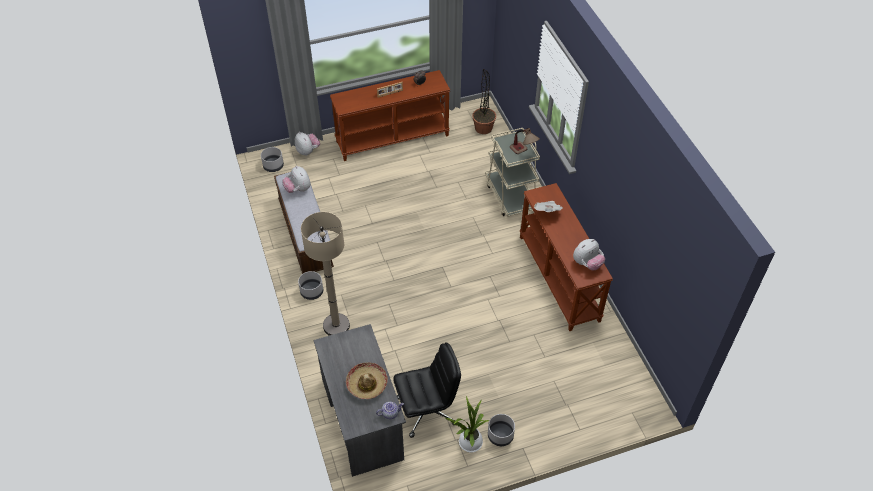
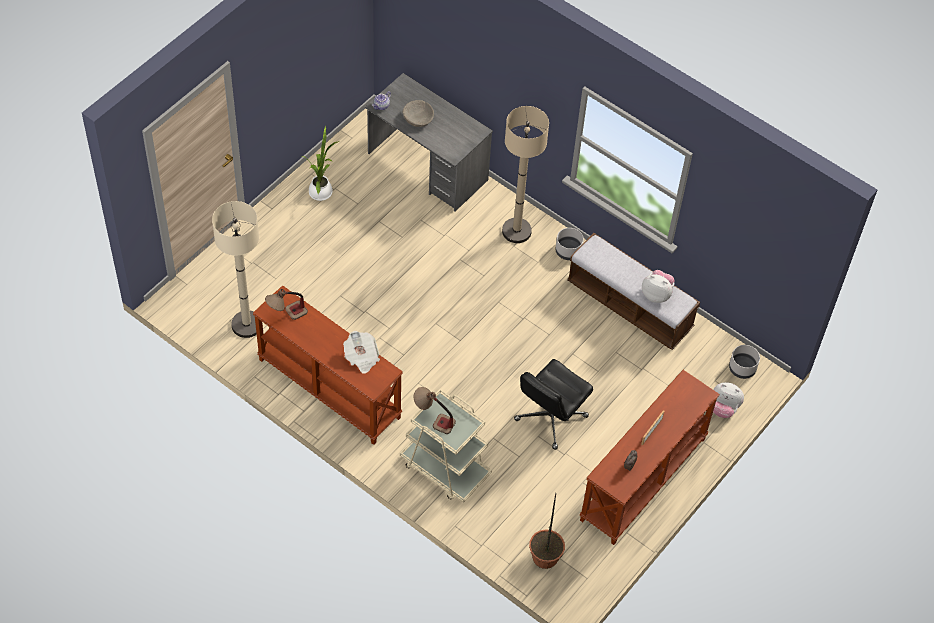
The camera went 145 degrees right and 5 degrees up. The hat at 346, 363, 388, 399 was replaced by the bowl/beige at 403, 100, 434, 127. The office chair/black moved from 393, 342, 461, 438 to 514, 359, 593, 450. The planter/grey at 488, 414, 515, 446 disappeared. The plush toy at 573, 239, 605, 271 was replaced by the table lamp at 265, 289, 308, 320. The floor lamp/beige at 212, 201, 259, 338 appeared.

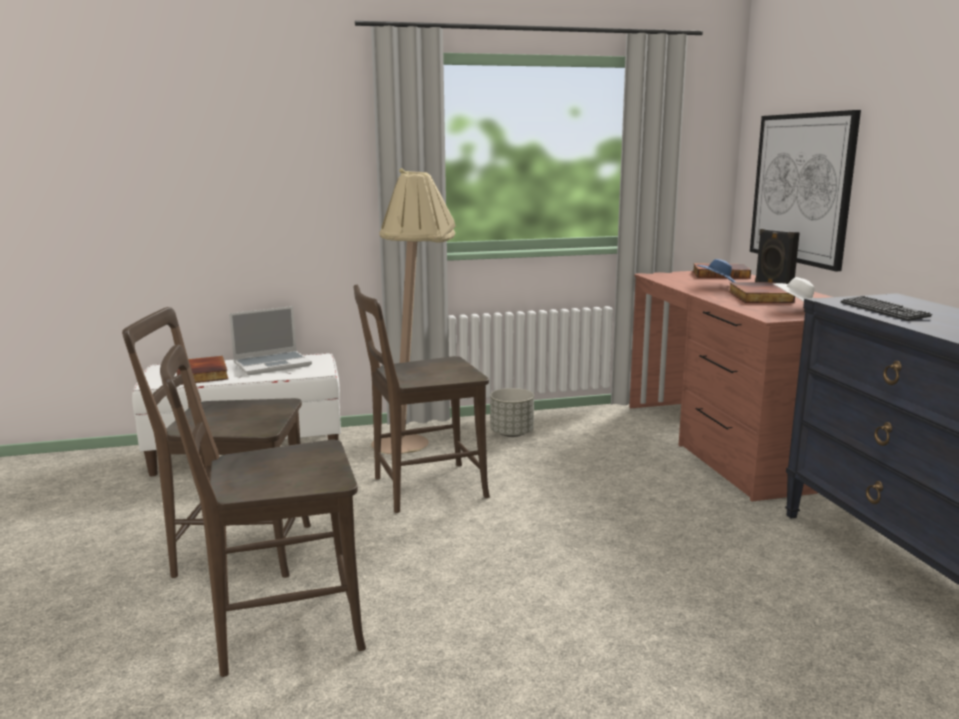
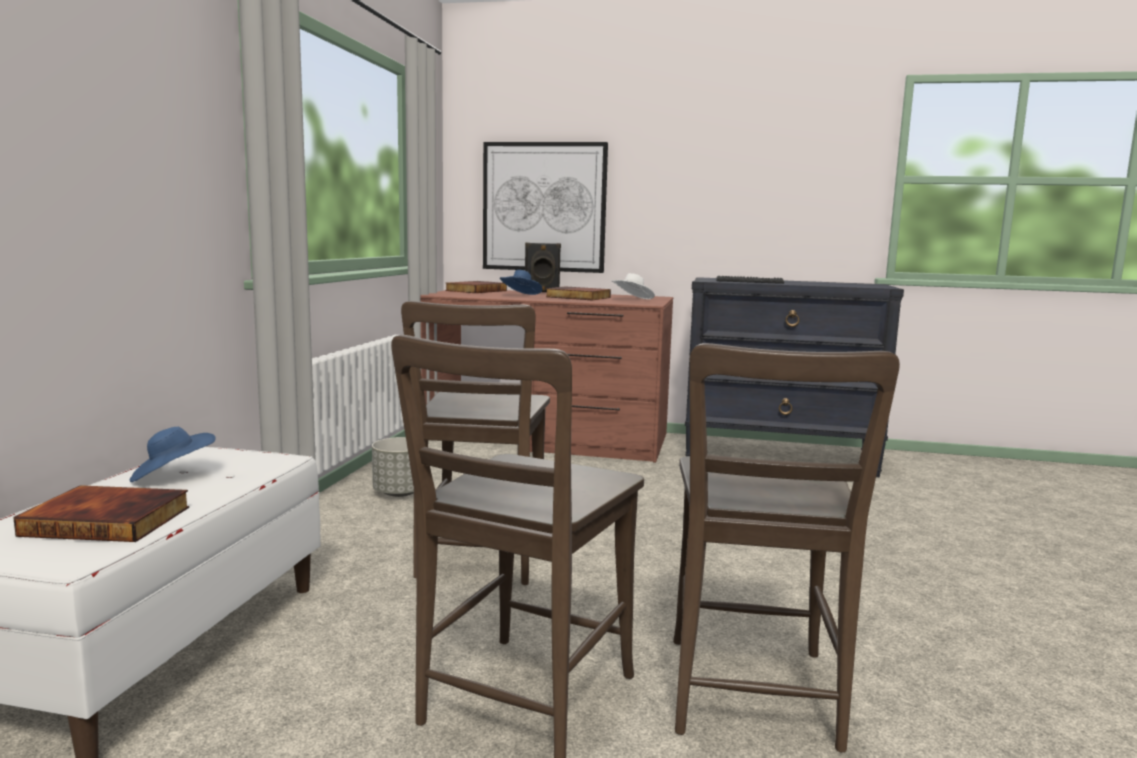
The camera went 65 degrees left and 5 degrees down. The laptop at 229, 306, 312, 375 was replaced by the hat/blue at 130, 427, 216, 482. The floor lamp/beige at 371, 168, 456, 454 disappeared.

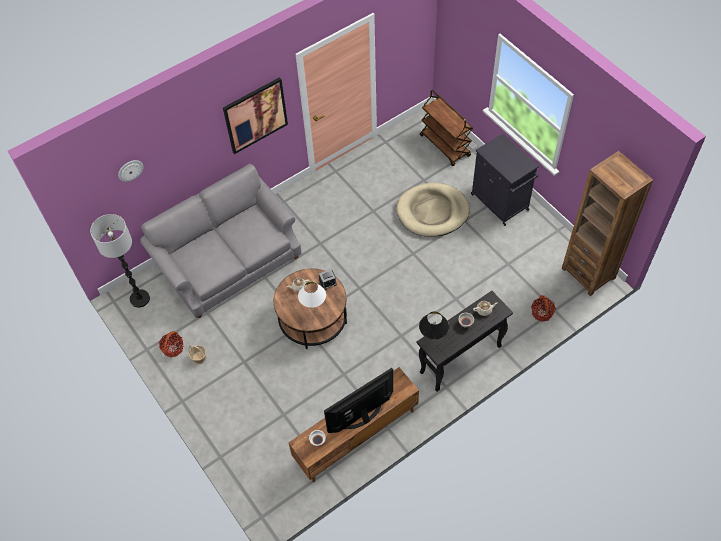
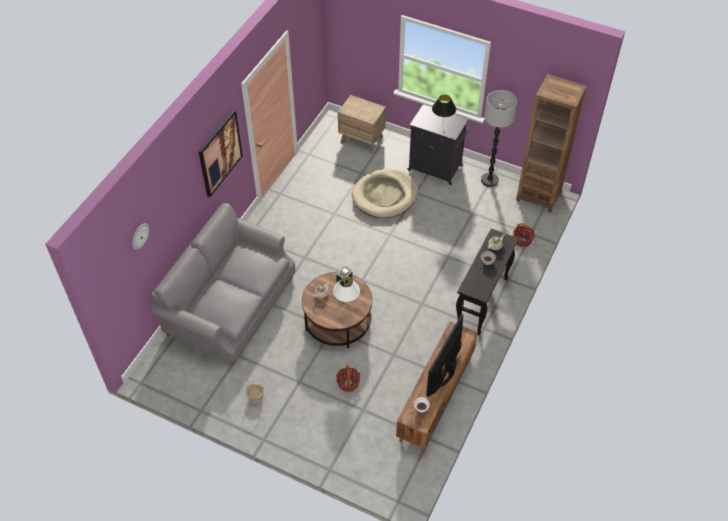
The camera went 30 degrees left and 5 degrees down. The floor lamp moved from 90, 214, 150, 308 to 481, 90, 517, 187. The basket moved from 159, 331, 183, 357 to 336, 365, 360, 392. The table lamp/black moved from 419, 311, 449, 340 to 432, 95, 456, 127. The cart/brown at 420, 90, 473, 166 was replaced by the nightstand/brown at 338, 95, 386, 154.

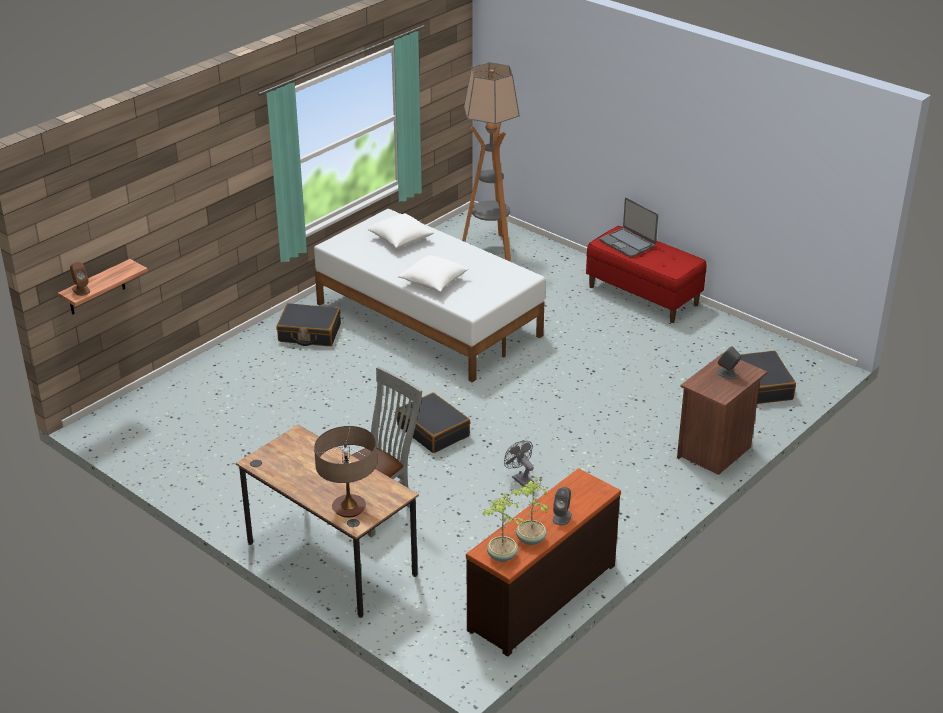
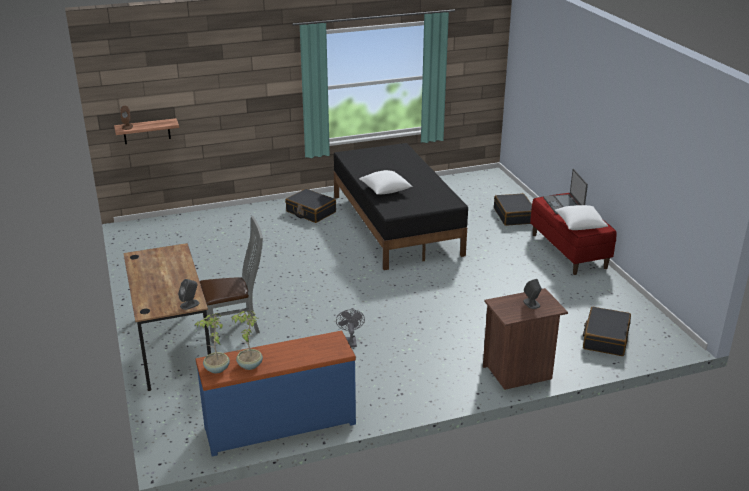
The camera went 30 degrees right and 5 degrees down. The bed/white at 314, 209, 545, 382 became the bed/black at 334, 143, 468, 270. The table lamp at 314, 426, 377, 518 disappeared. The pillow/white moved from 367, 213, 434, 248 to 555, 205, 608, 230. The suitcase/black moved from 397, 392, 470, 453 to 494, 193, 532, 226. The floor lamp at 462, 62, 520, 261 disappeared. The dresser/brown at 466, 468, 621, 657 became the dresser/blue at 196, 331, 356, 457. The speaker/grey moved from 553, 487, 571, 525 to 178, 279, 199, 310.

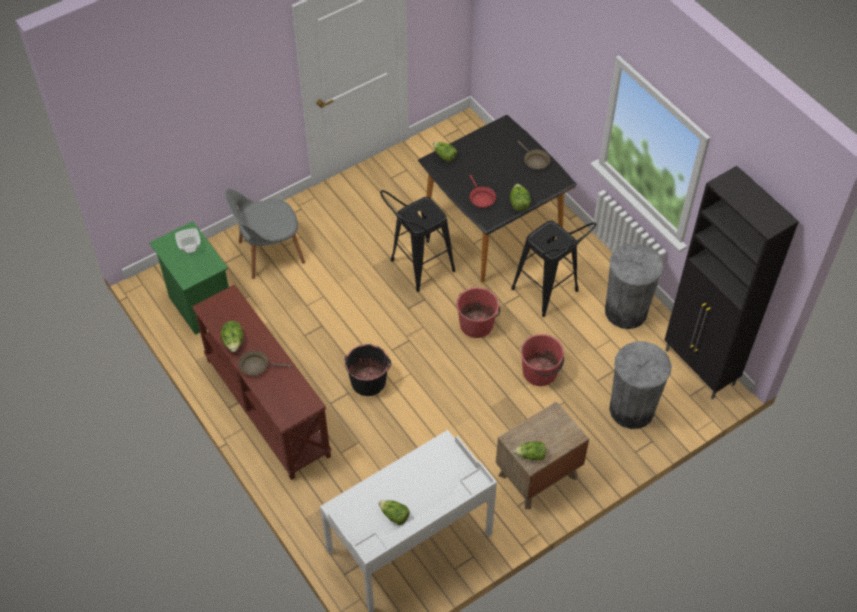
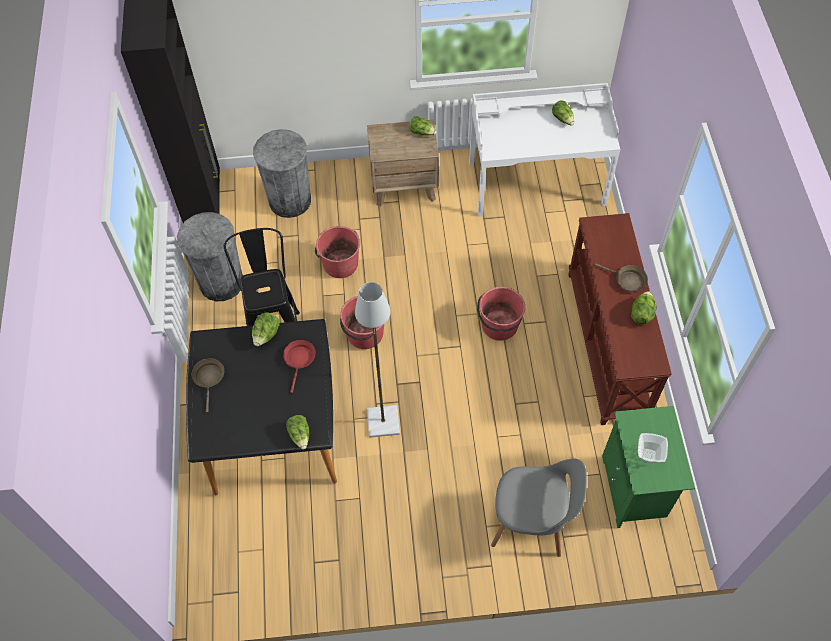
The camera went 150 degrees left and 5 degrees up. The bucket/black at 345, 344, 391, 396 became the bucket/red at 477, 287, 525, 341. The stool/black at 380, 190, 455, 292 was replaced by the floor lamp/grey at 355, 282, 400, 438.

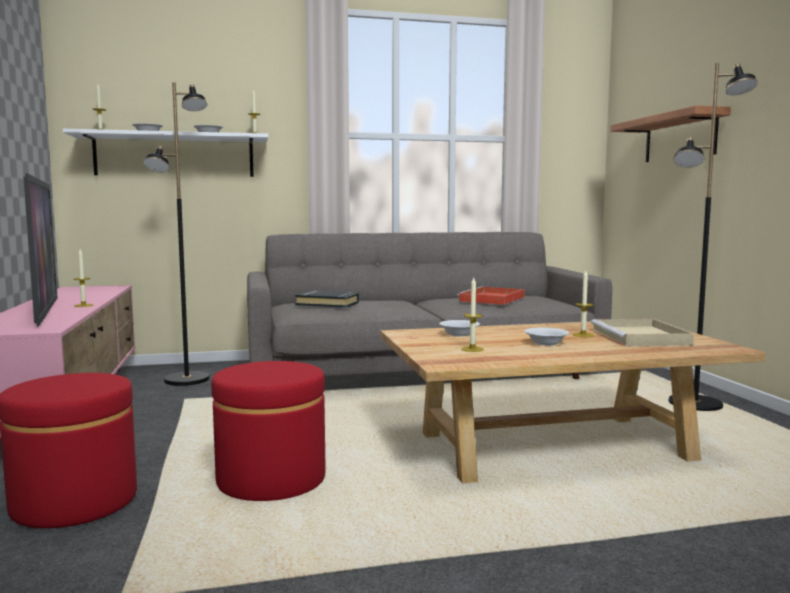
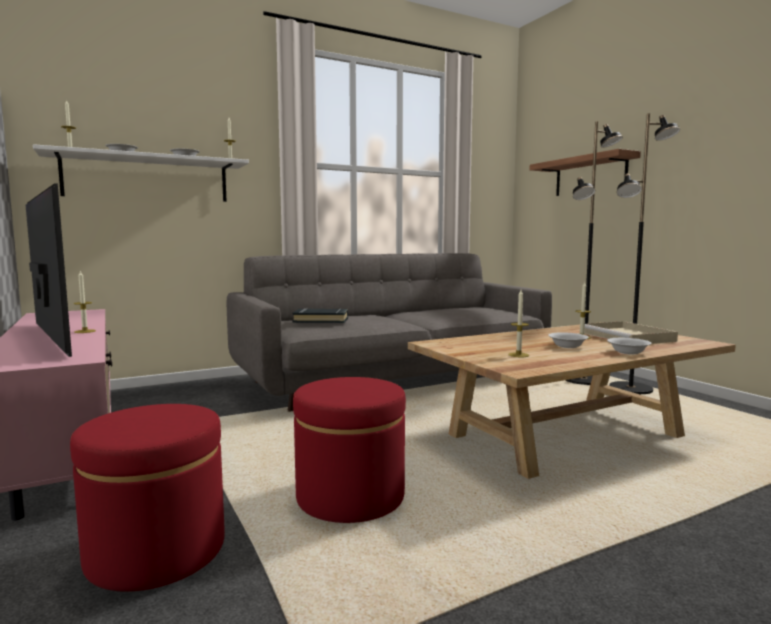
The camera went 15 degrees left and 0 degrees up. The floor lamp/black moved from 143, 82, 210, 386 to 566, 121, 623, 385. The bowl/white moved from 439, 320, 480, 337 to 607, 338, 652, 355. The tray/red at 457, 287, 525, 305 disappeared.

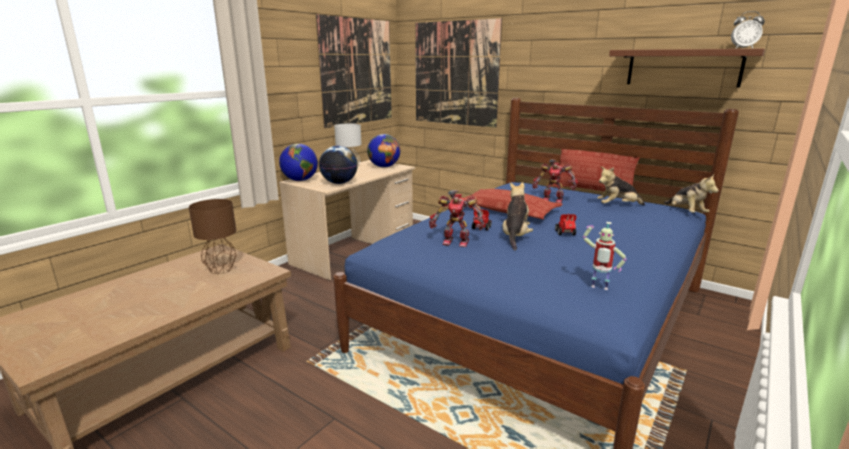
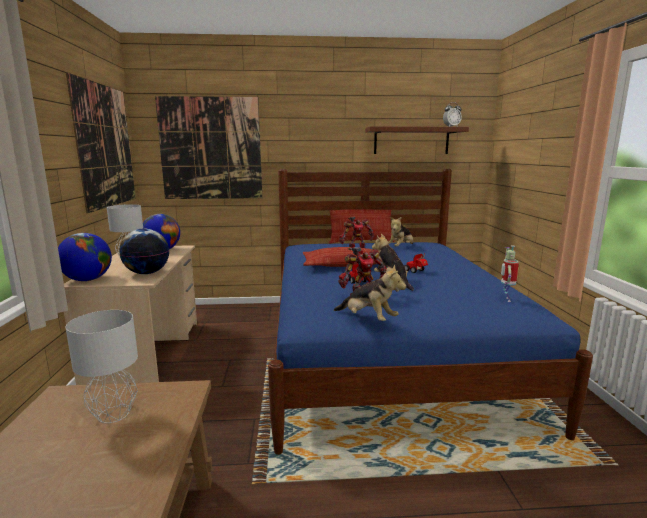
The camera went 40 degrees left and 5 degrees down. The table lamp/brown at 189, 199, 236, 274 became the table lamp/grey at 65, 310, 138, 423. The toy robot at 583, 222, 627, 290 turned 120 degrees clockwise. The plush toy moved from 663, 174, 719, 213 to 334, 264, 406, 321.

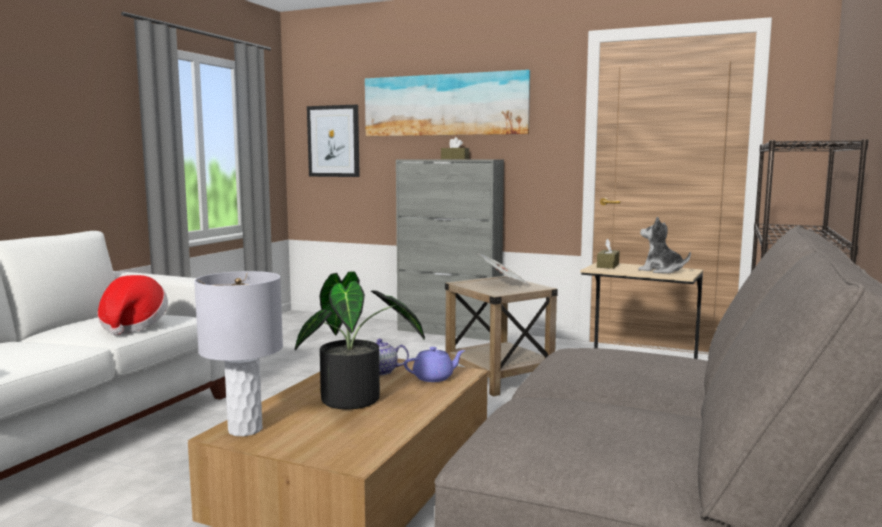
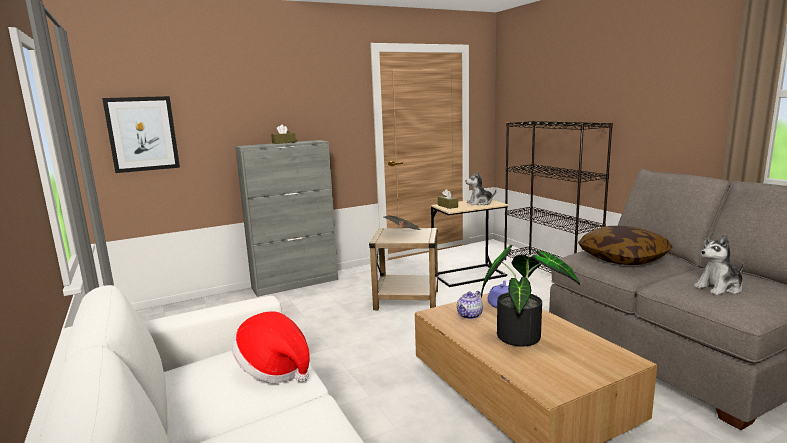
The camera went 50 degrees left and 5 degrees up. The table lamp/grey at 194, 271, 283, 436 disappeared. The picture at 365, 70, 530, 136 disappeared. The pillow at 578, 226, 672, 265 appeared. The plush toy at 694, 235, 744, 295 appeared.

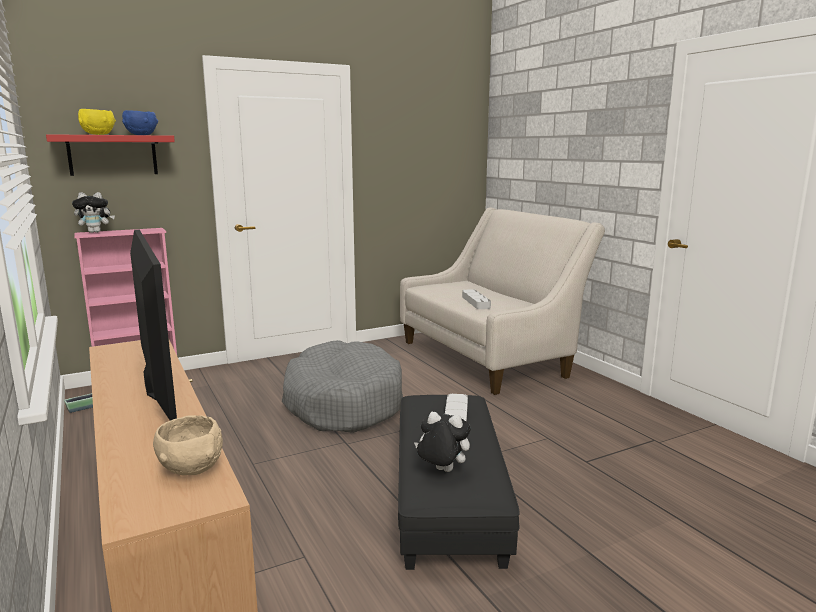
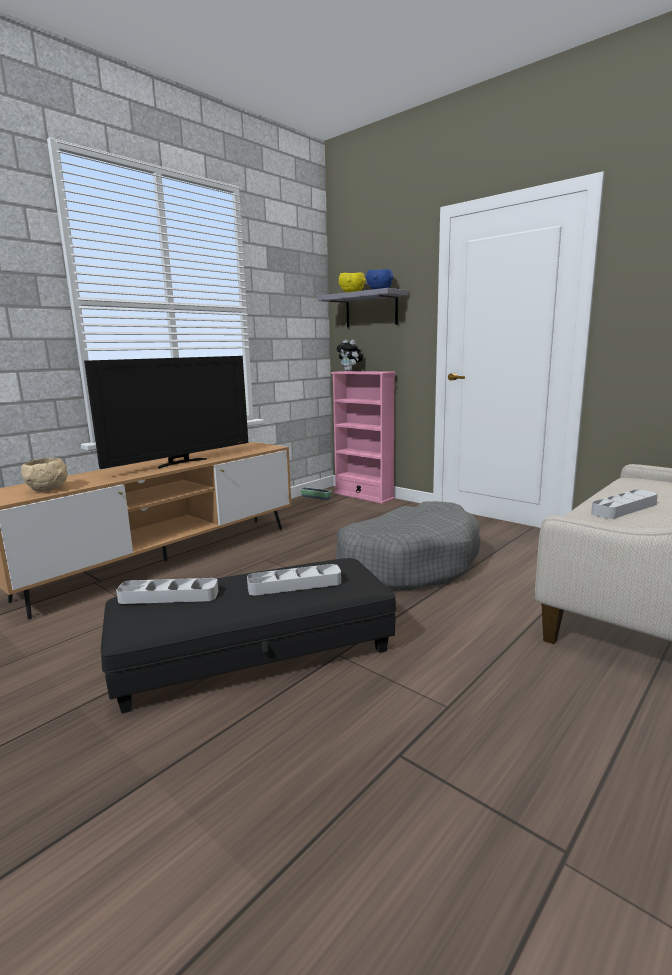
The camera went 70 degrees right and 0 degrees up. The shelf/red at 46, 134, 175, 176 became the shelf/grey at 317, 288, 408, 328. The plush toy at 414, 412, 471, 472 was replaced by the tray/grey at 116, 578, 218, 604.

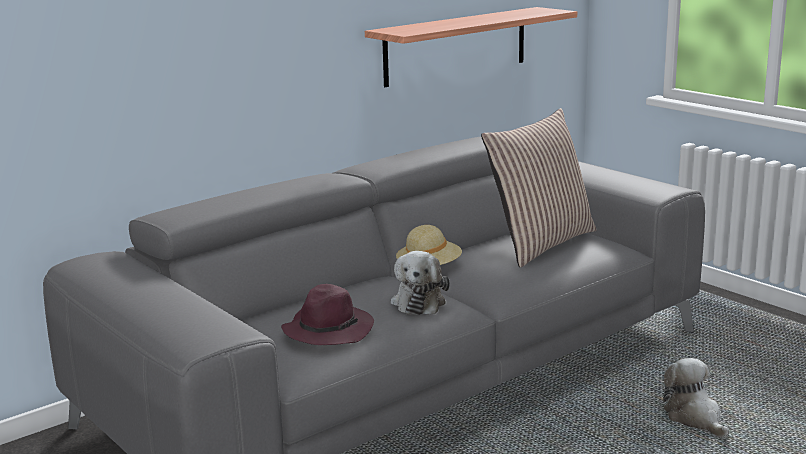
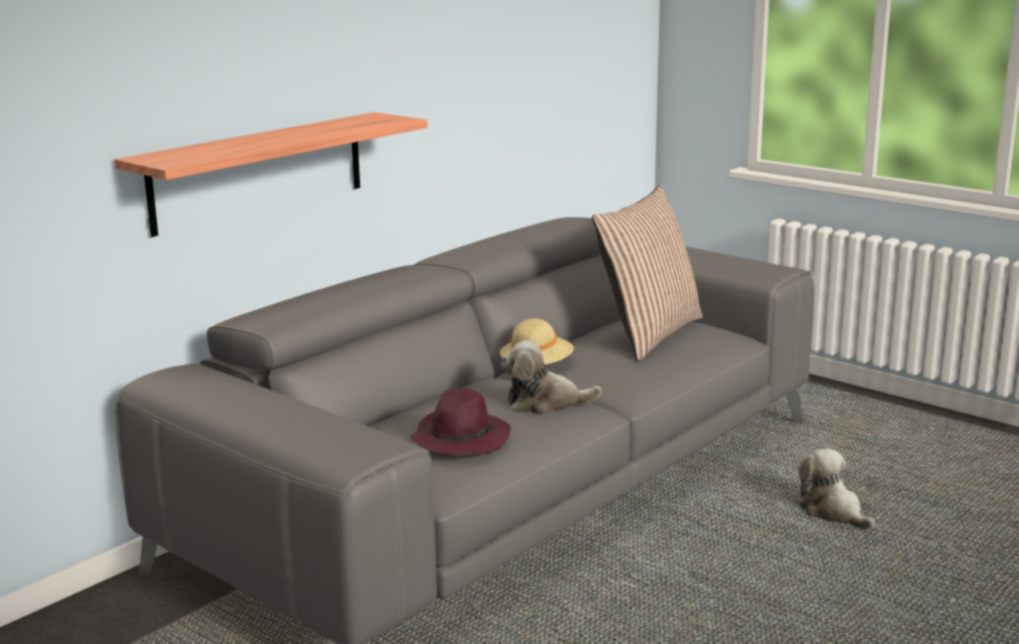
The camera went 10 degrees left and 0 degrees up. The shelf moved from 365, 7, 577, 87 to 114, 112, 428, 237. The plush toy at 391, 251, 450, 315 turned 90 degrees clockwise.

